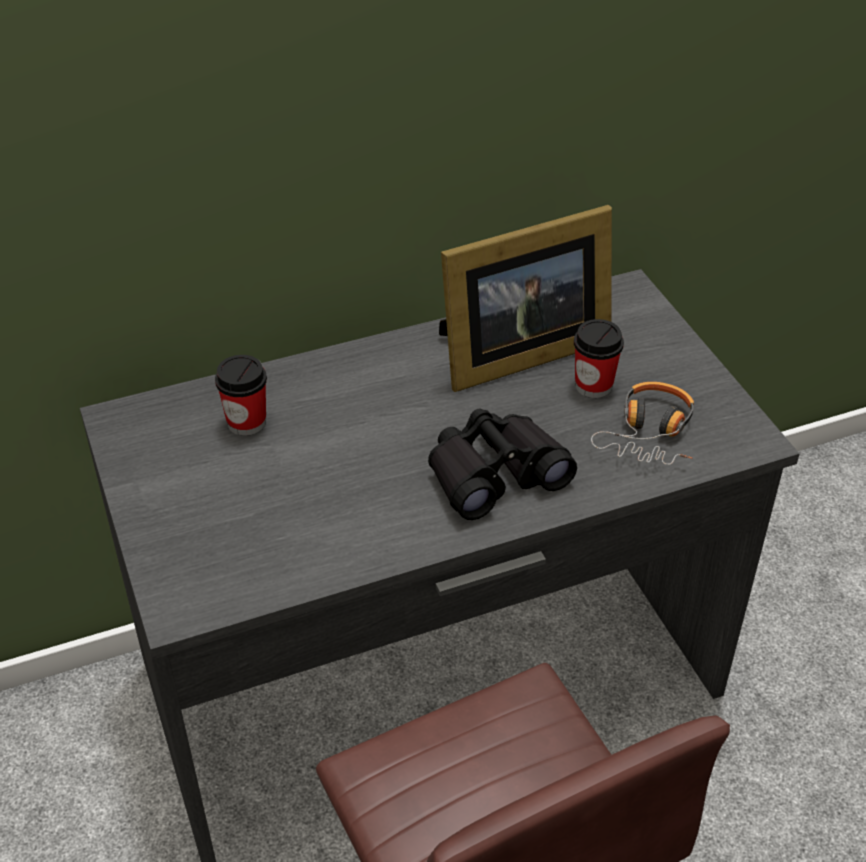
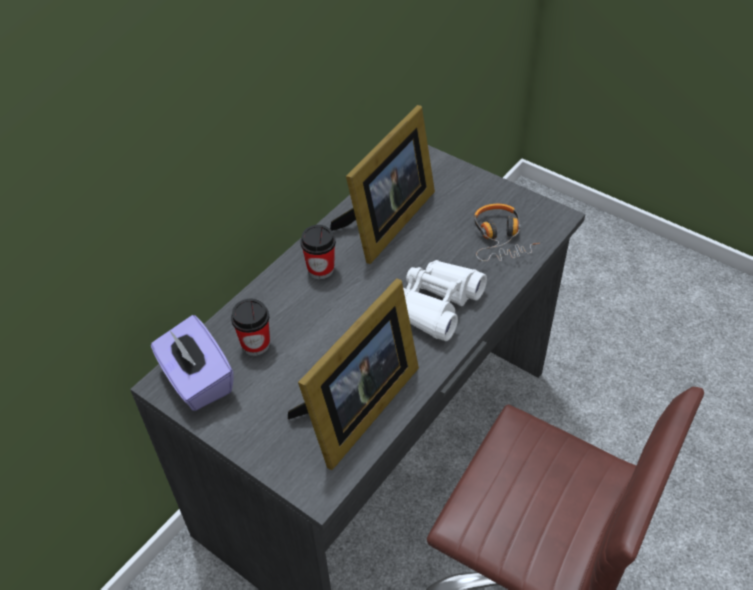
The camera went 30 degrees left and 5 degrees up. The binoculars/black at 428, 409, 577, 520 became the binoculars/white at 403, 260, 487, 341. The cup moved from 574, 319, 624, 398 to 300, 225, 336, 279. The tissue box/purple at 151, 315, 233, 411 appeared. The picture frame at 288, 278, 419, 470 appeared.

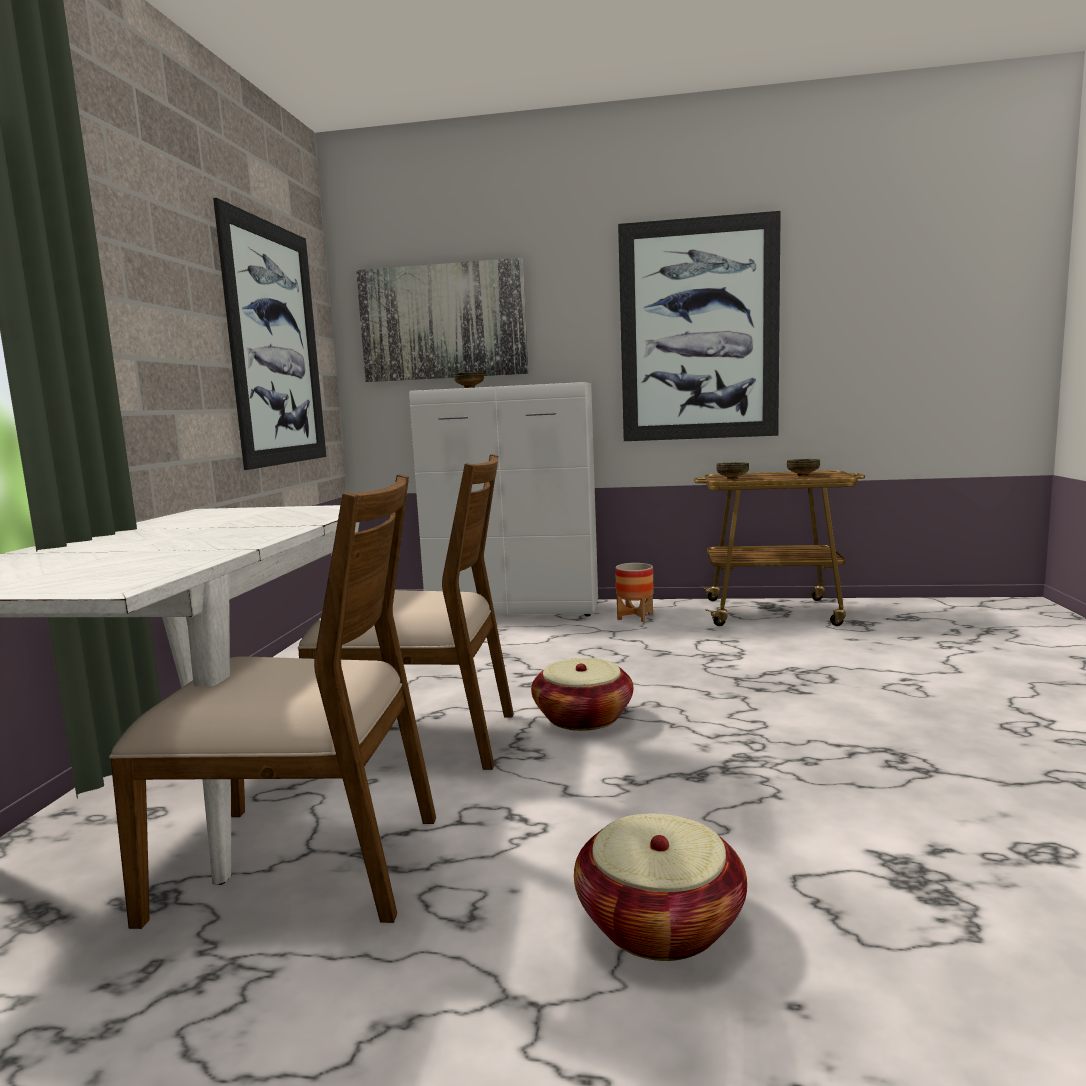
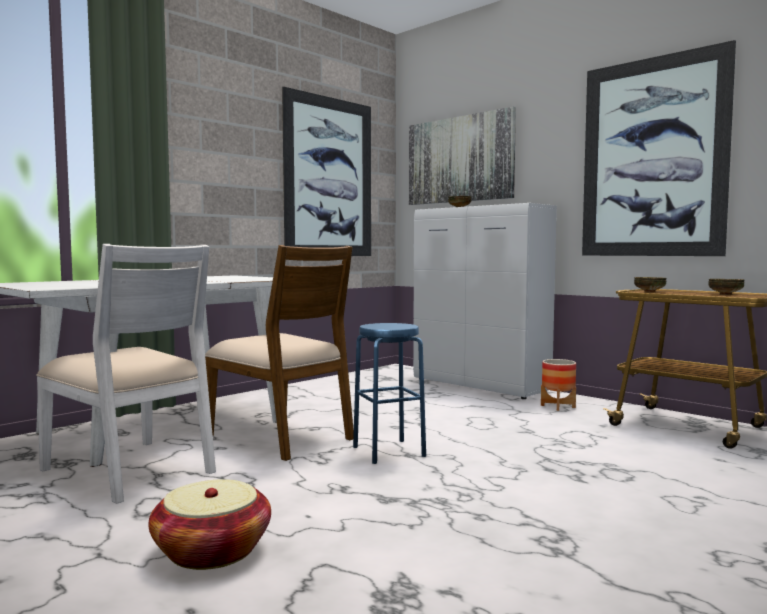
The camera went 35 degrees right and 5 degrees down. The chair/brown at 109, 474, 436, 929 became the chair/white at 36, 244, 216, 504. The basket at 531, 658, 633, 731 was replaced by the stool/blue at 353, 323, 426, 464.

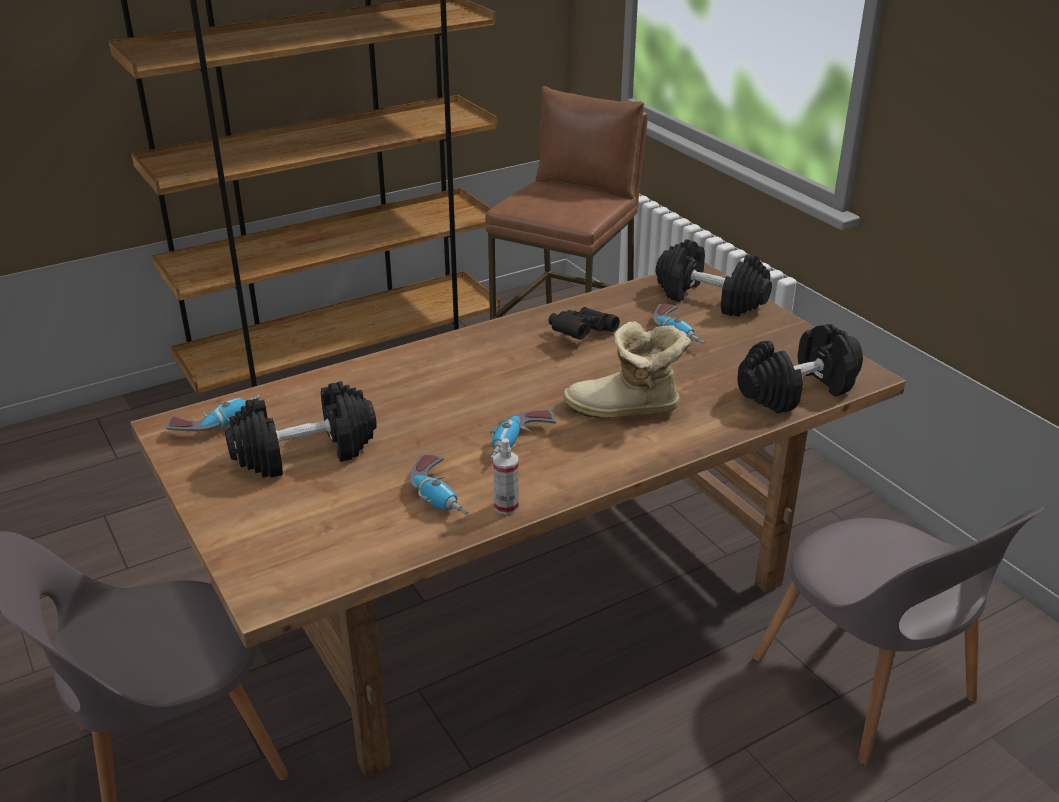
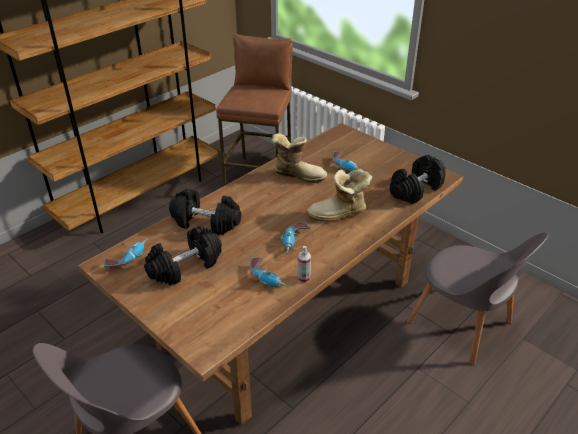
The camera went 15 degrees left and 5 degrees up. The binoculars/black at 549, 307, 620, 339 was replaced by the boot at 271, 133, 327, 183. The dumbbell/black moved from 655, 239, 772, 317 to 169, 189, 241, 235.

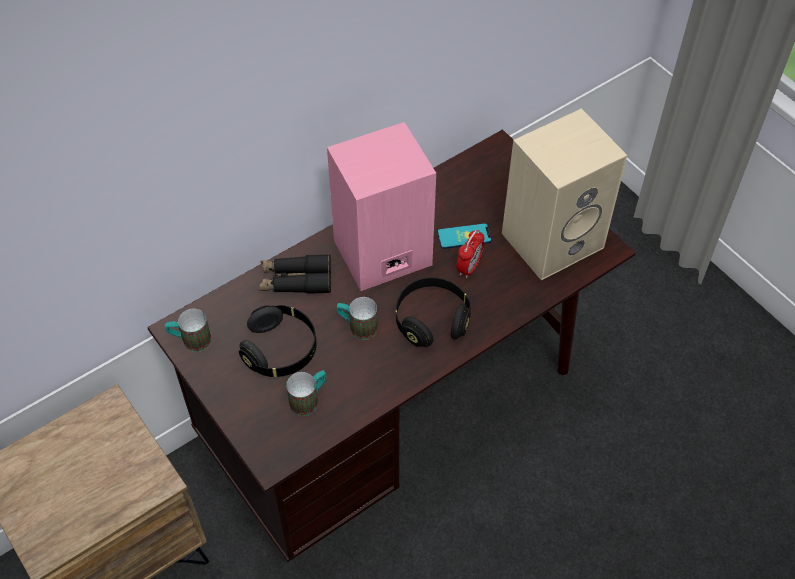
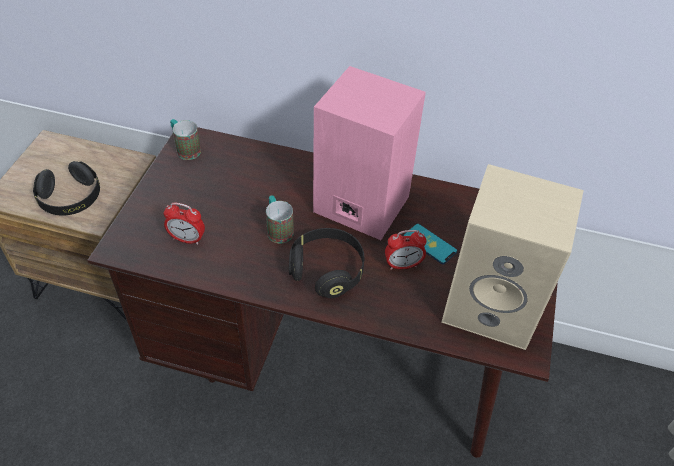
The camera went 50 degrees right and 5 degrees down. The headphones/black moved from 239, 305, 317, 377 to 33, 161, 100, 216. The binoculars/black at 259, 254, 331, 294 disappeared. The mug at 286, 370, 326, 416 was replaced by the alarm clock at 164, 203, 205, 245.

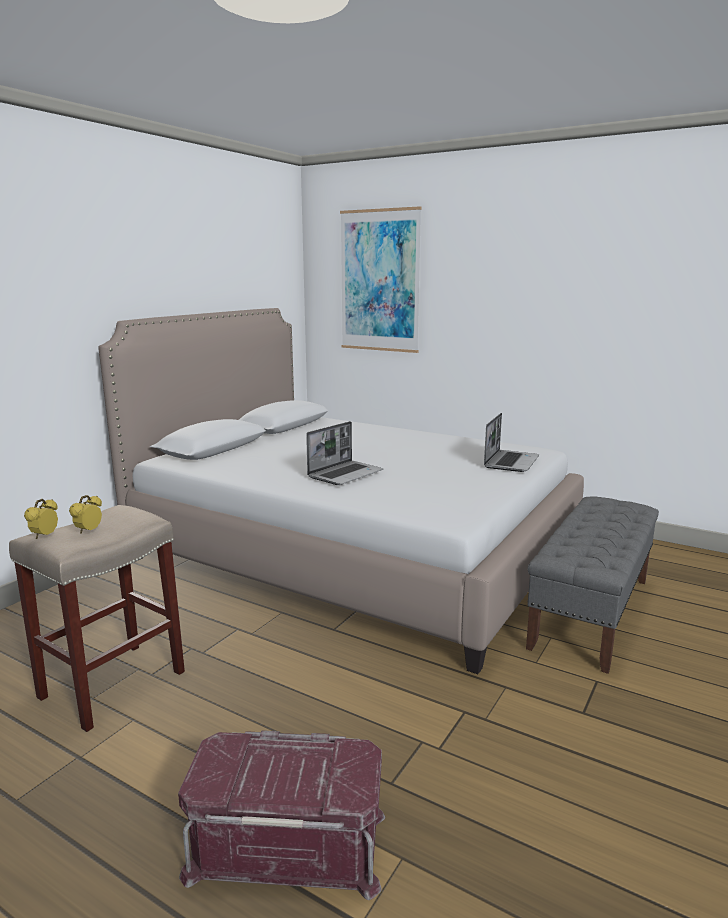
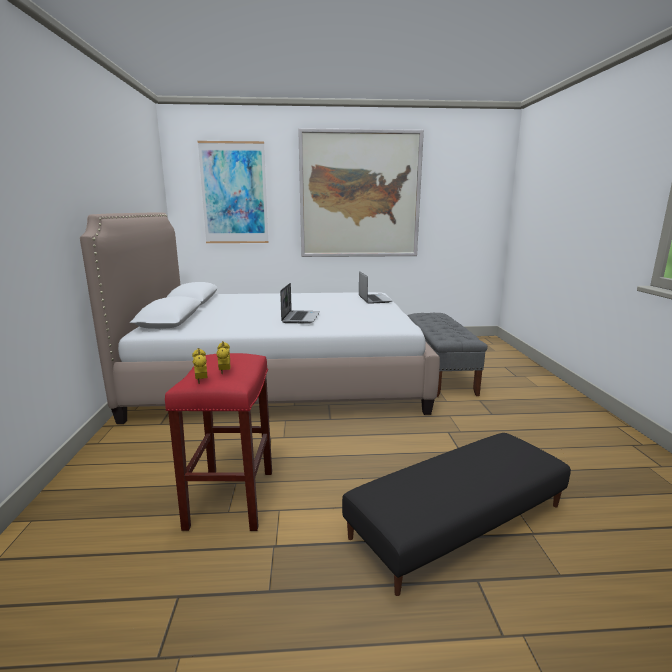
The camera went 35 degrees left and 0 degrees up. The stool/beige at 9, 505, 185, 732 became the stool/red at 165, 353, 272, 531. The storage box/red at 178, 730, 386, 900 was replaced by the ottoman/black at 342, 433, 571, 596. The picture at 298, 128, 424, 257 appeared.

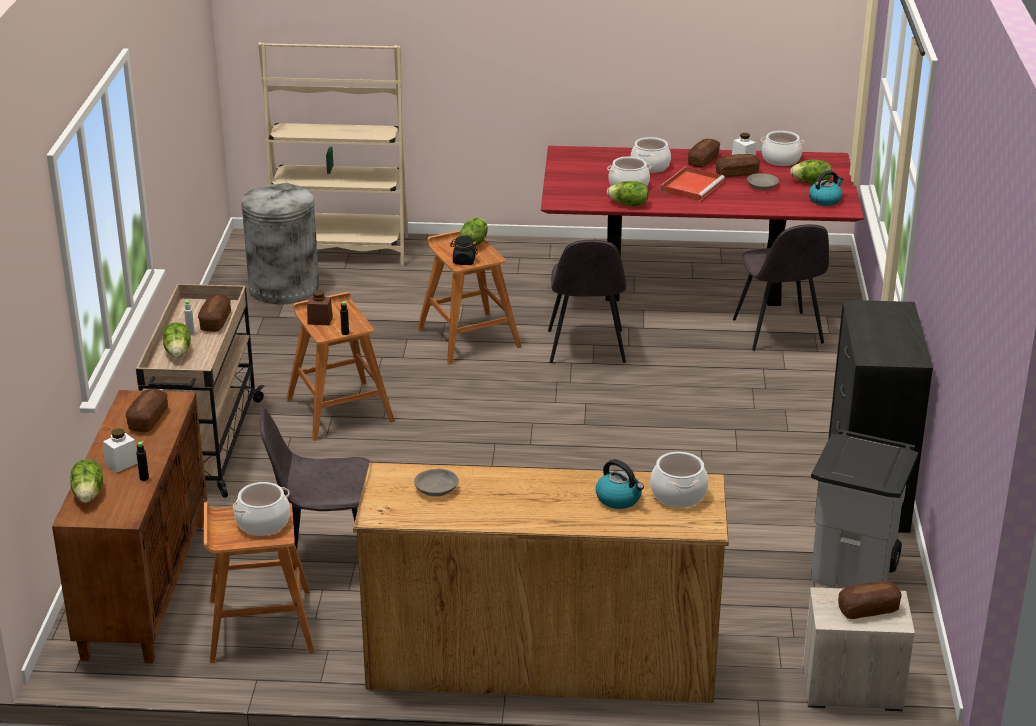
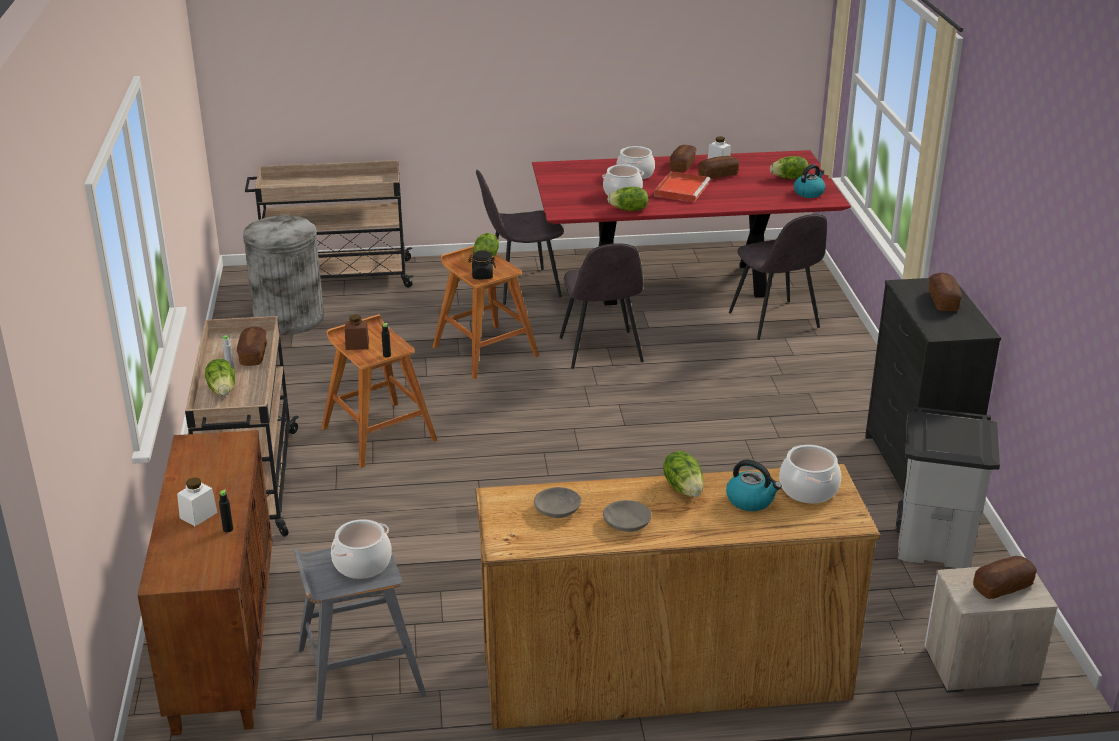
The camera went 10 degrees left and 0 degrees up. The lettuce moved from 70, 459, 103, 503 to 663, 451, 703, 497. The bread moved from 126, 389, 168, 432 to 929, 273, 962, 311. The stool/brown at 204, 502, 315, 663 became the stool/grey at 293, 548, 426, 721. The bookcase/beige at 258, 42, 408, 266 was replaced by the cart/beige at 245, 160, 413, 288. The chair/grey moved from 260, 406, 371, 571 to 476, 170, 564, 305. The bowl/grey moved from 747, 173, 779, 190 to 603, 500, 651, 532. The cooking pot at 761, 131, 805, 166 disappeared.

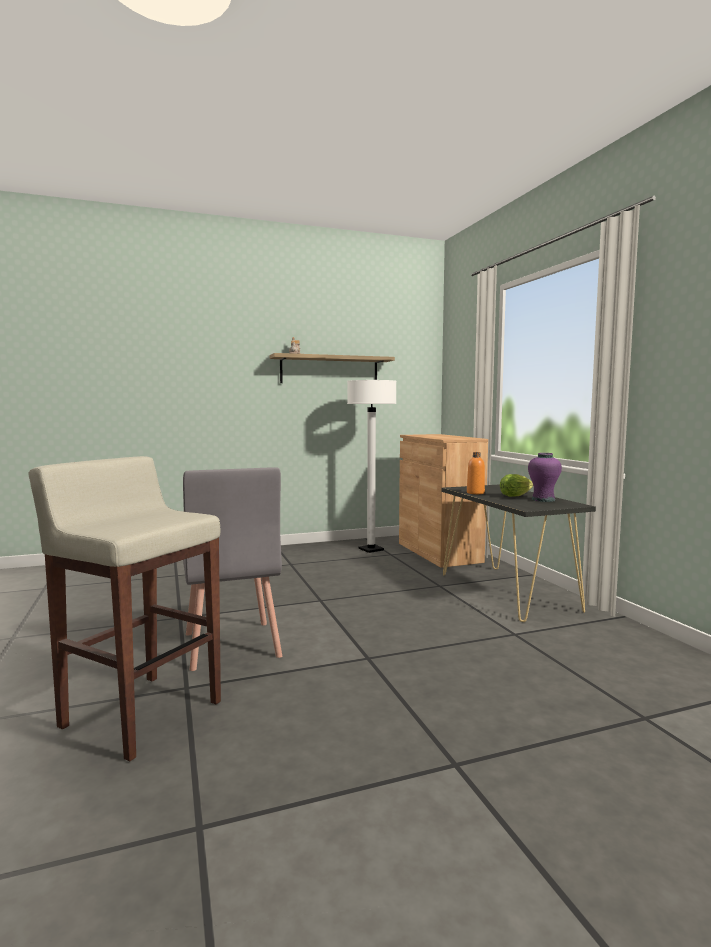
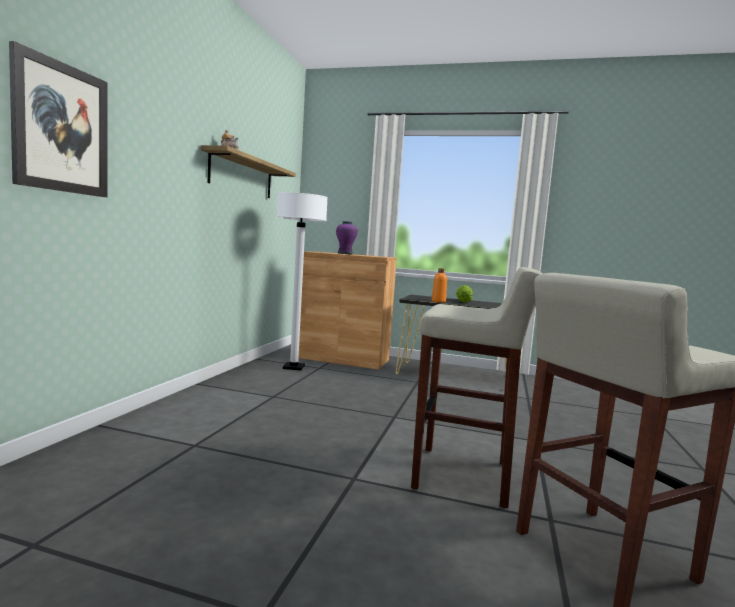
The camera went 55 degrees left and 0 degrees up. The chair/grey at 183, 467, 282, 671 was replaced by the stool/beige at 411, 267, 542, 508. The vase/purple moved from 528, 453, 562, 502 to 336, 221, 358, 255. The picture at 9, 41, 108, 197 appeared.

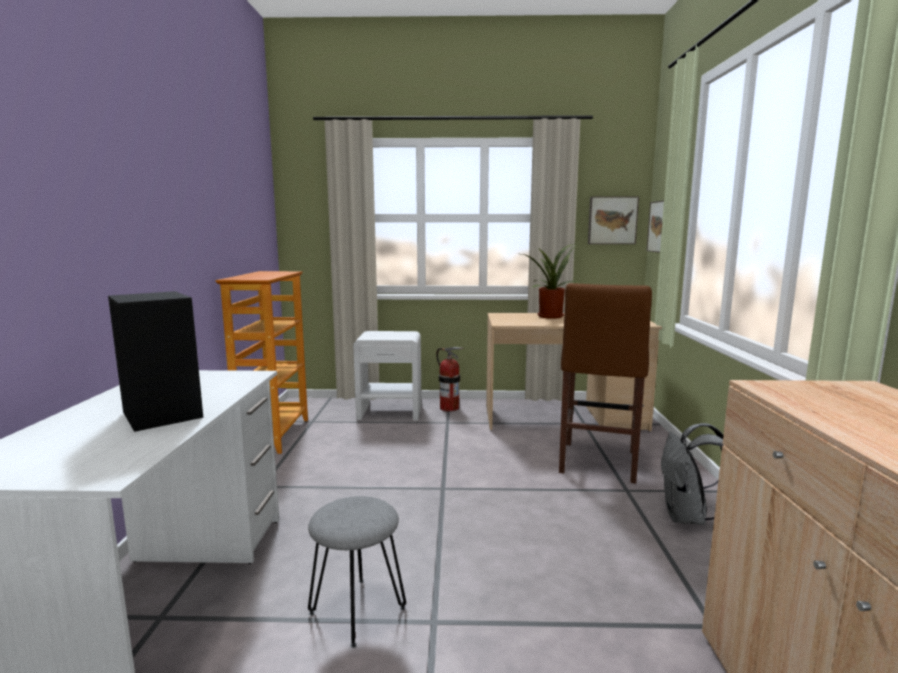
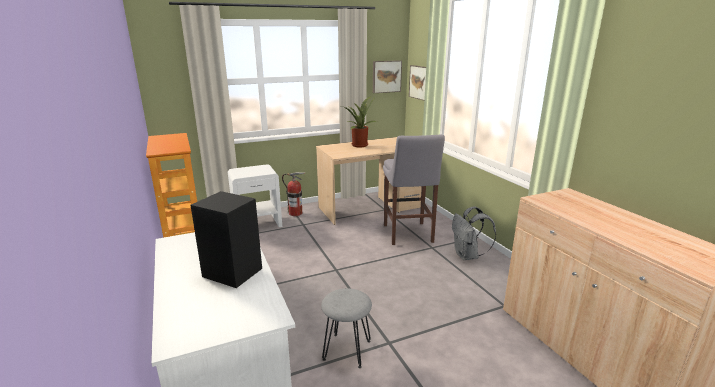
The camera went 25 degrees left and 10 degrees up. The stool/brown at 559, 283, 652, 483 became the stool/grey at 383, 135, 445, 245.

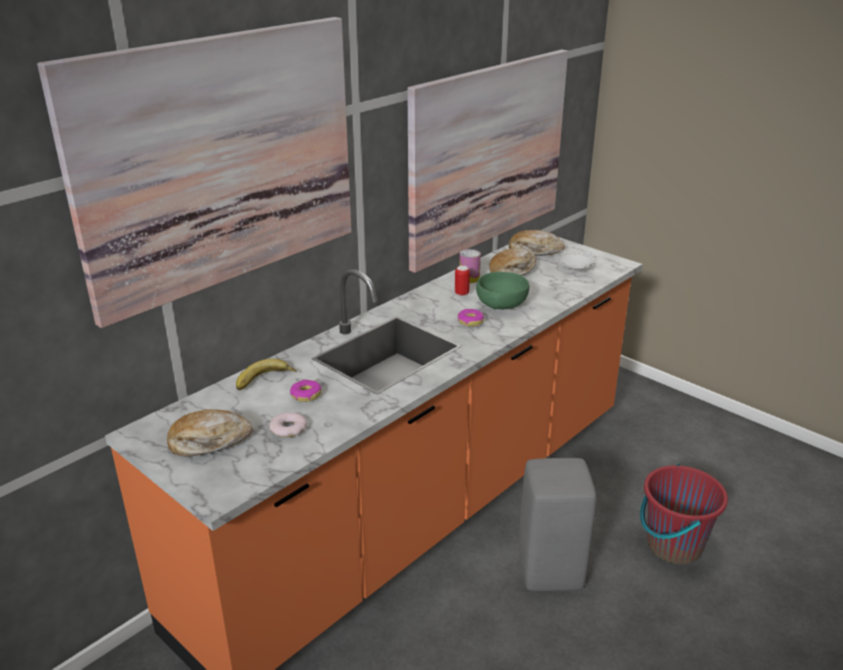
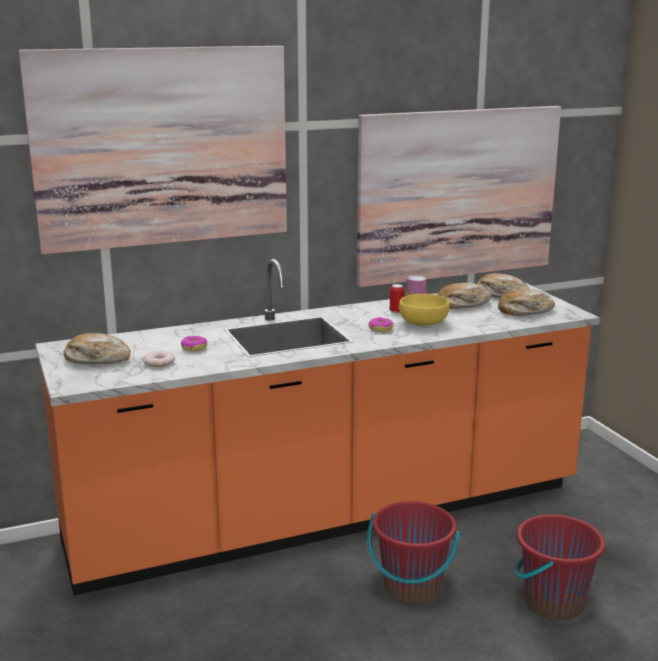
The camera went 25 degrees right and 10 degrees down. The banana at 236, 359, 297, 390 disappeared. The bowl/green at 476, 272, 529, 309 became the bowl/yellow at 399, 294, 450, 326. The stool/grey at 519, 458, 597, 591 was replaced by the bucket/red at 367, 501, 460, 604. The plate/white at 556, 249, 597, 270 was replaced by the bread at 498, 289, 555, 316.

